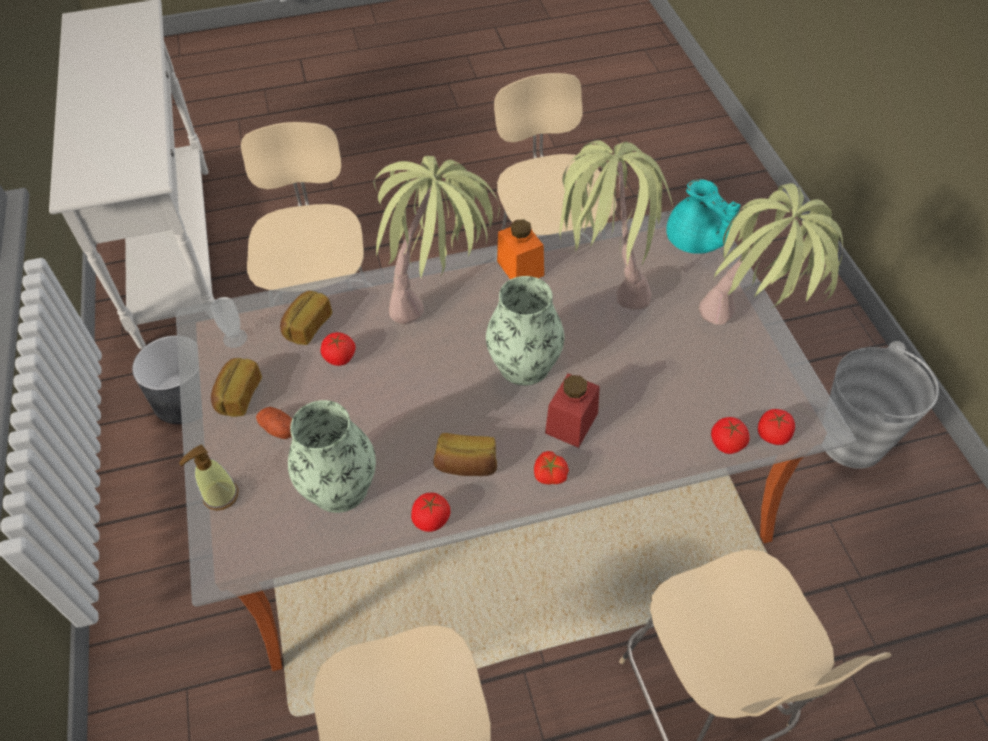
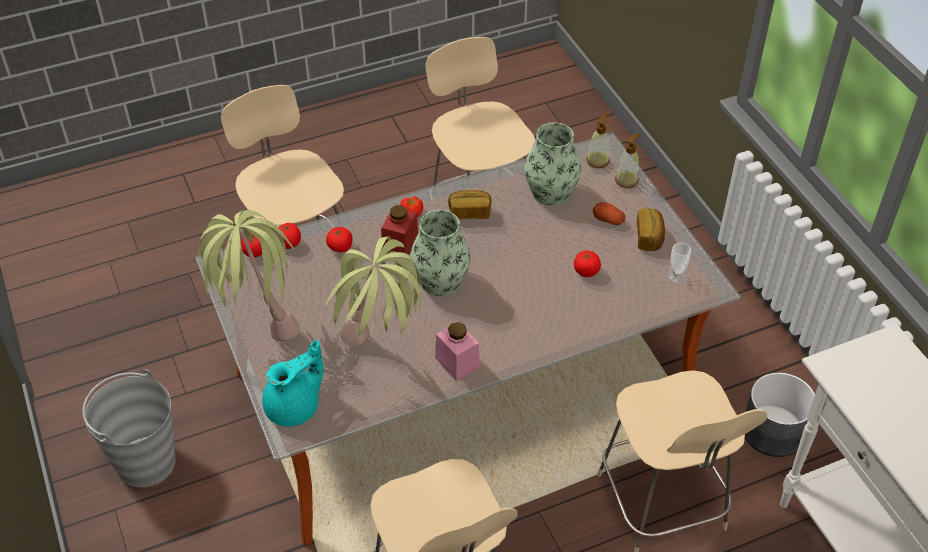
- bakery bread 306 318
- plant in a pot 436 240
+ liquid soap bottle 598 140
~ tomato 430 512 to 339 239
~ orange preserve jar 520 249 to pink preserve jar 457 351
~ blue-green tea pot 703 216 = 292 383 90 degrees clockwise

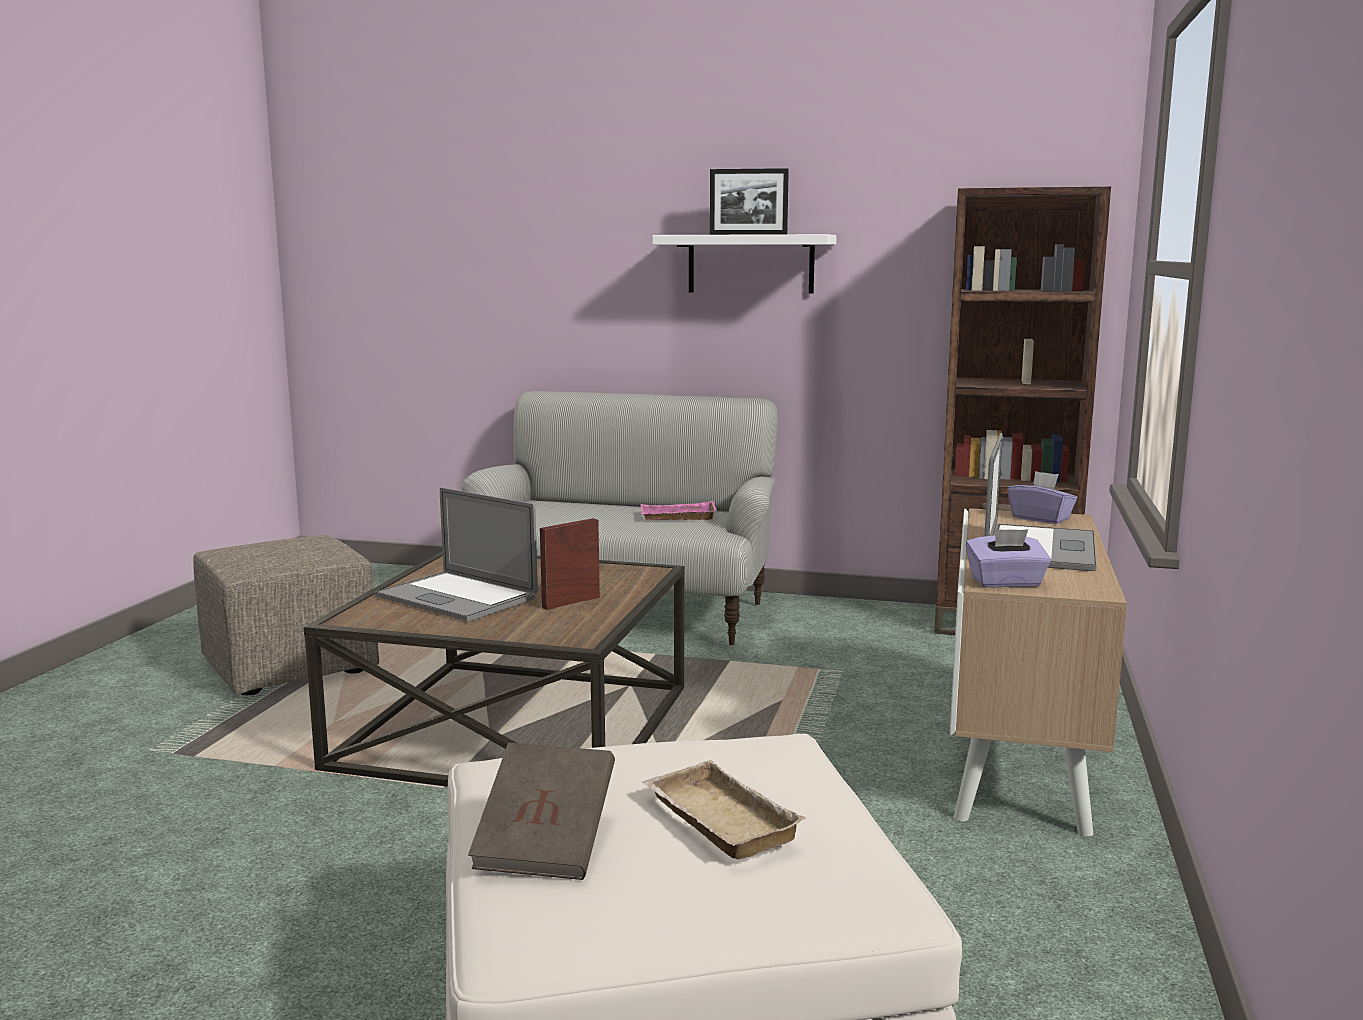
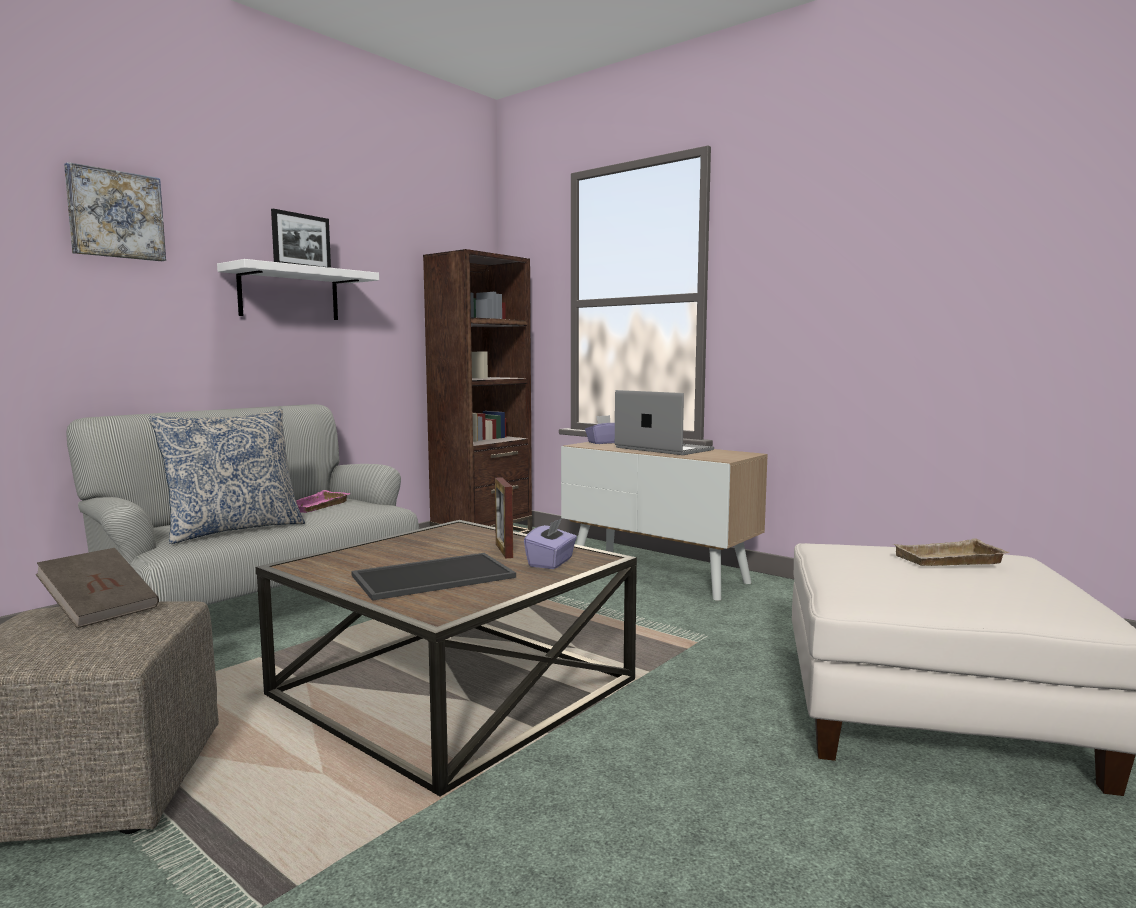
+ picture 115 211
+ pillow 227 476
~ brown bound book 541 811 to 97 588
~ purple-coloured box of tissues 1008 558 to 550 543
~ notebook computer 456 554 to tray 433 577

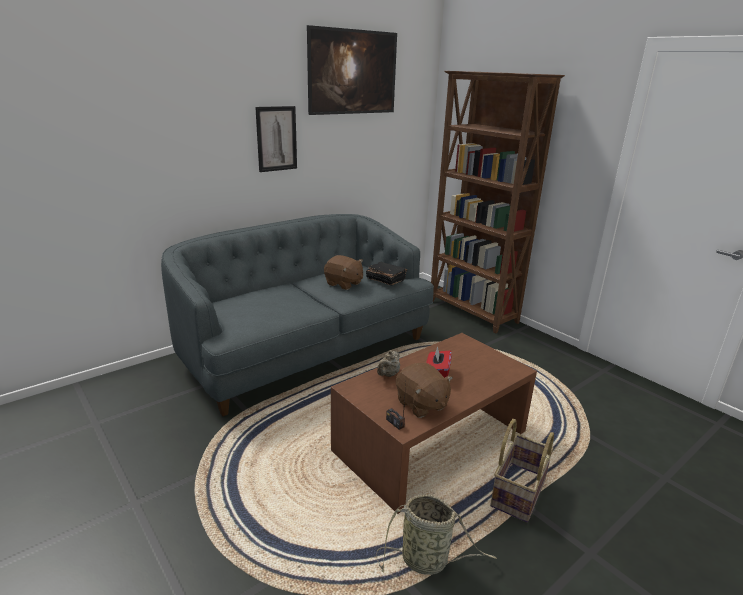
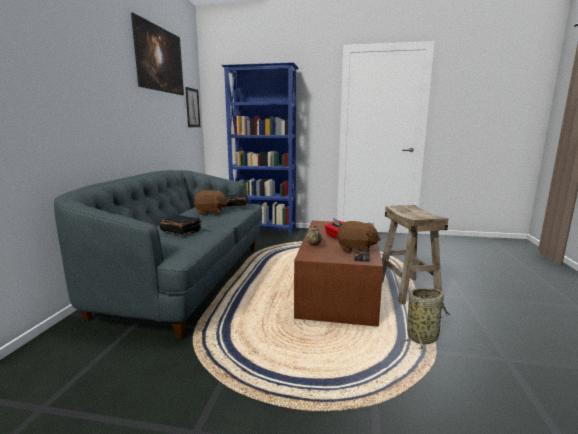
+ black-coloured bound book 180 225
~ picture 276 139 to 192 107
~ basket 522 471 to sand-coloured stool seat 415 254
~ brown bookcase 498 202 to bluish bookcase 260 148

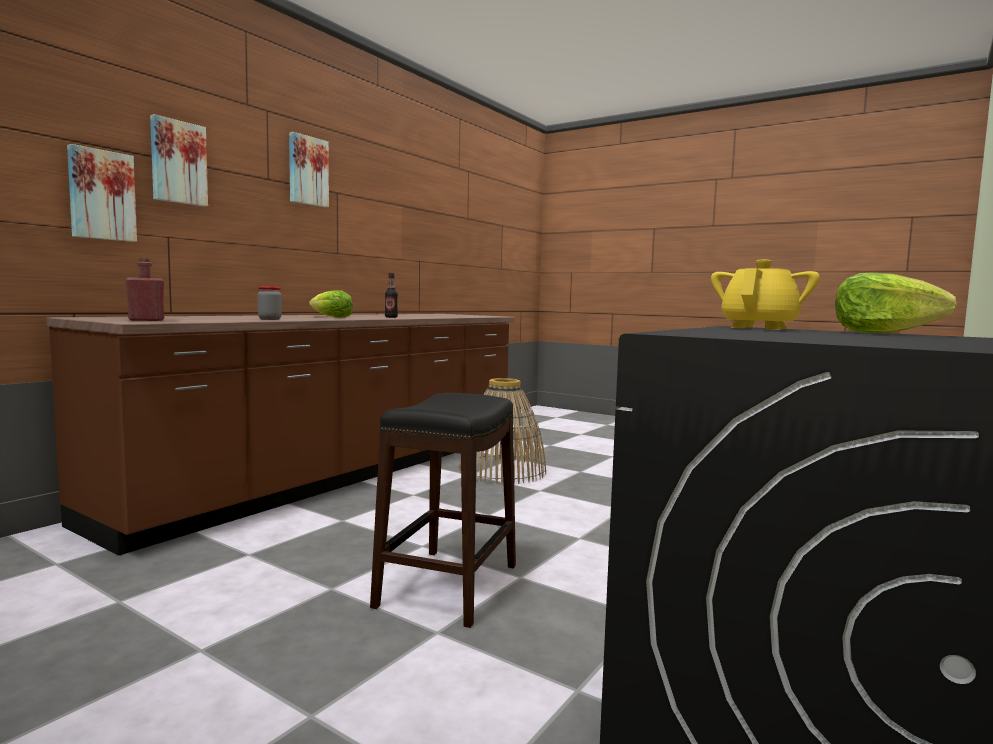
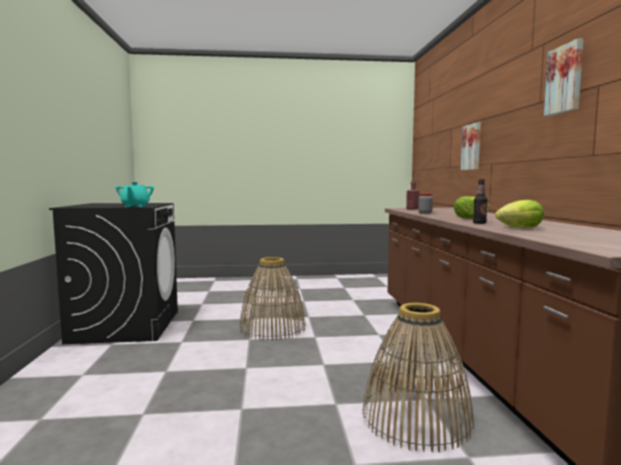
- picture 179 160
~ lettuce head 896 303 to 519 214
~ black-coloured stool seat 443 510 to basket 272 299
~ yellow tea pot 765 295 to blue-green tea pot 135 194

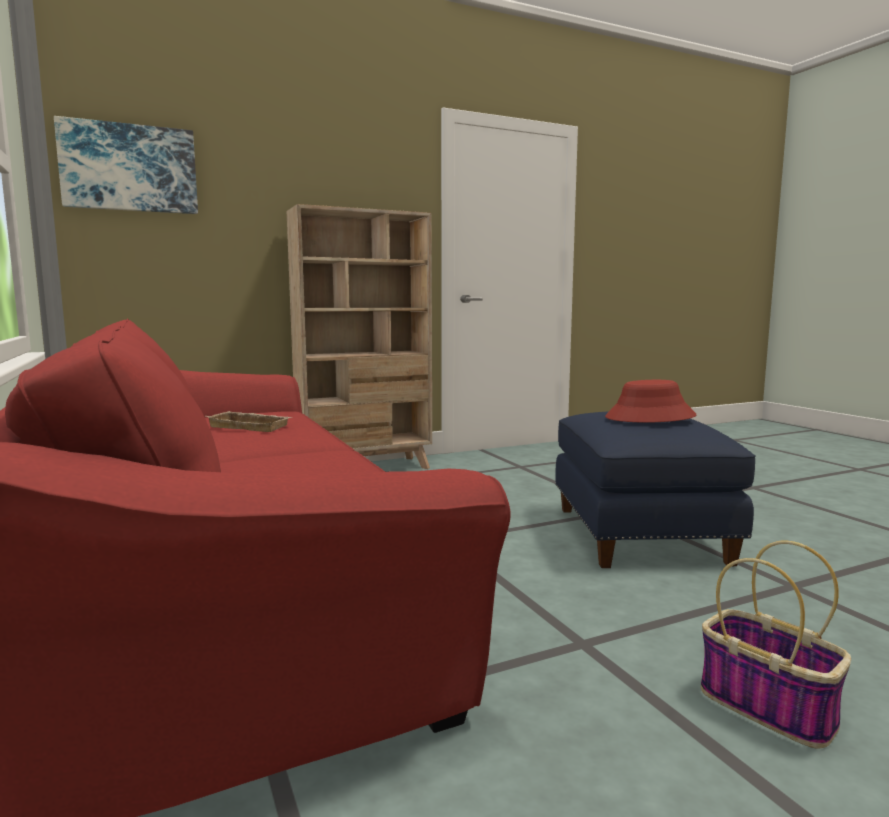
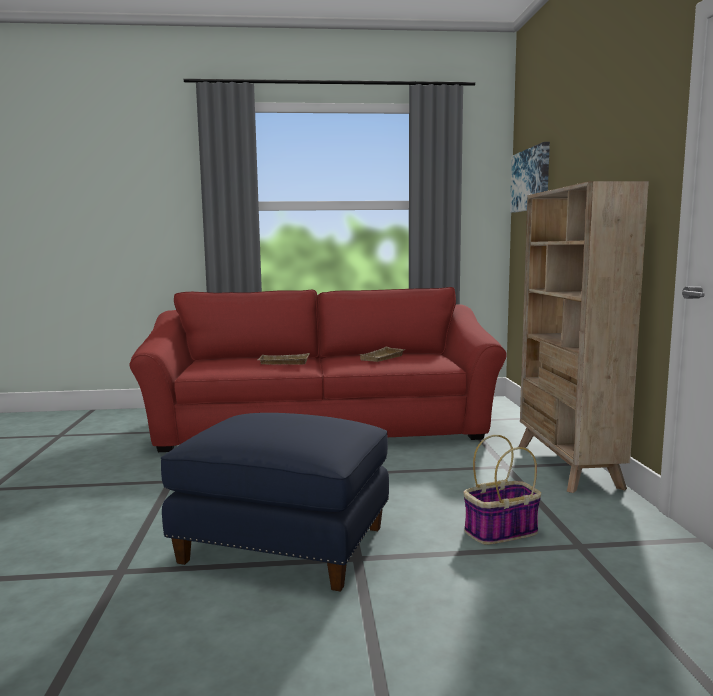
- reddish clothing hat 650 401
+ sand-coloured tray 284 359
~ basket 776 645 to 502 490

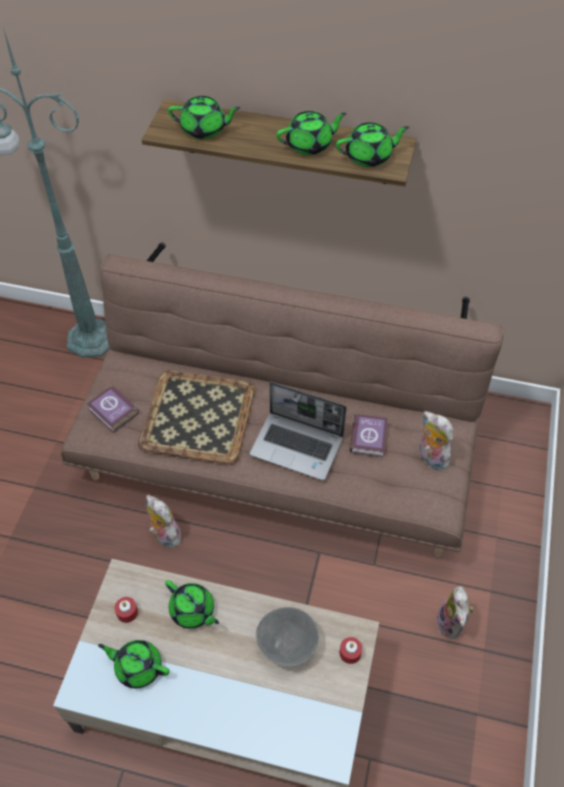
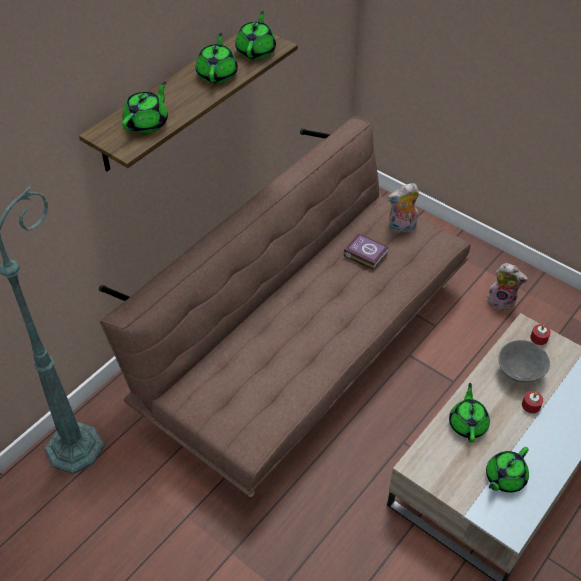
- bound book 113 409
- tray 197 417
- cuddly toy 163 521
- notebook computer 298 431
~ reddish wax light 126 610 to 532 402
~ green tea pot 192 604 = 469 413 60 degrees counterclockwise

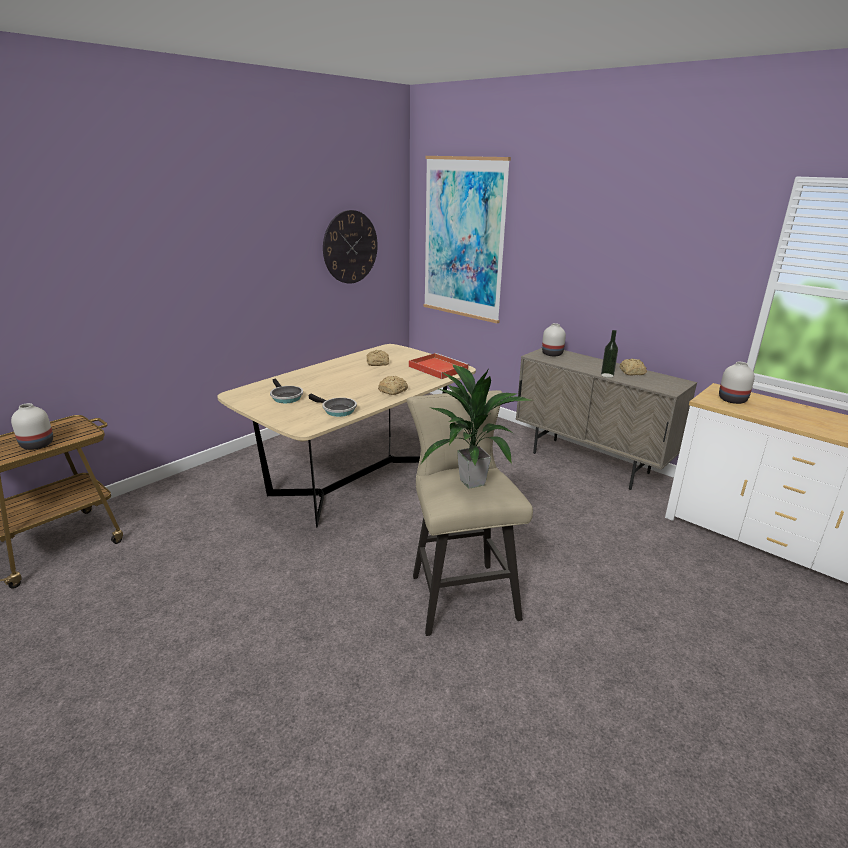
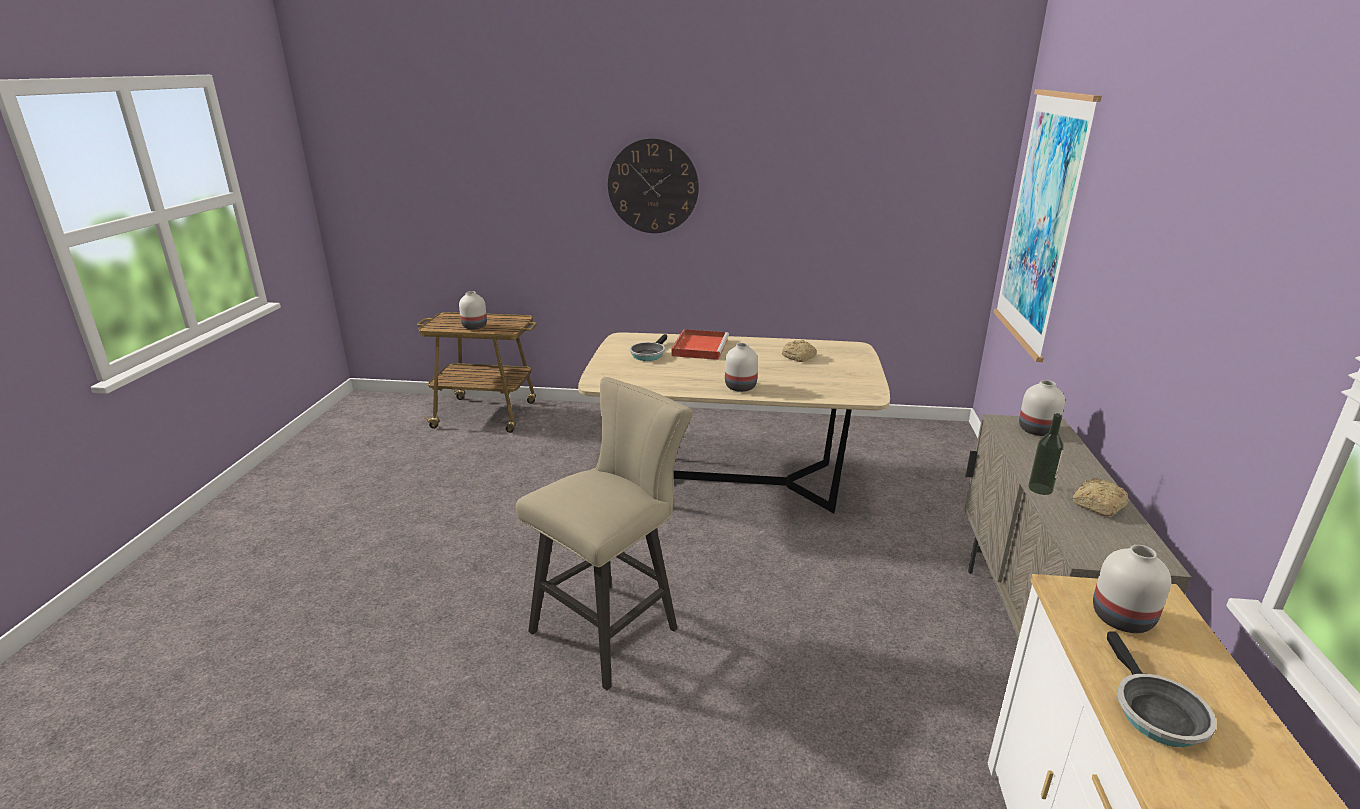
- plant in a pot 475 426
~ pan 332 405 to 1162 689
~ wall clock 350 247 to 653 185
~ reddish tray 439 366 to 700 344
~ bakery bread 393 385 to whitish vase 741 367

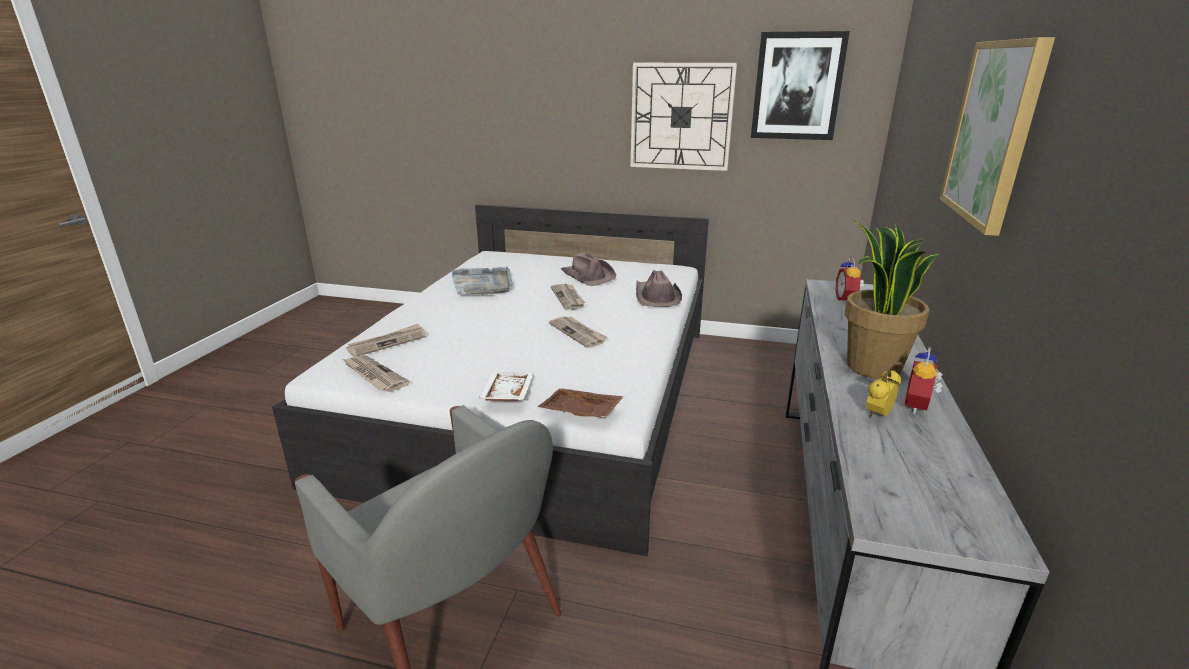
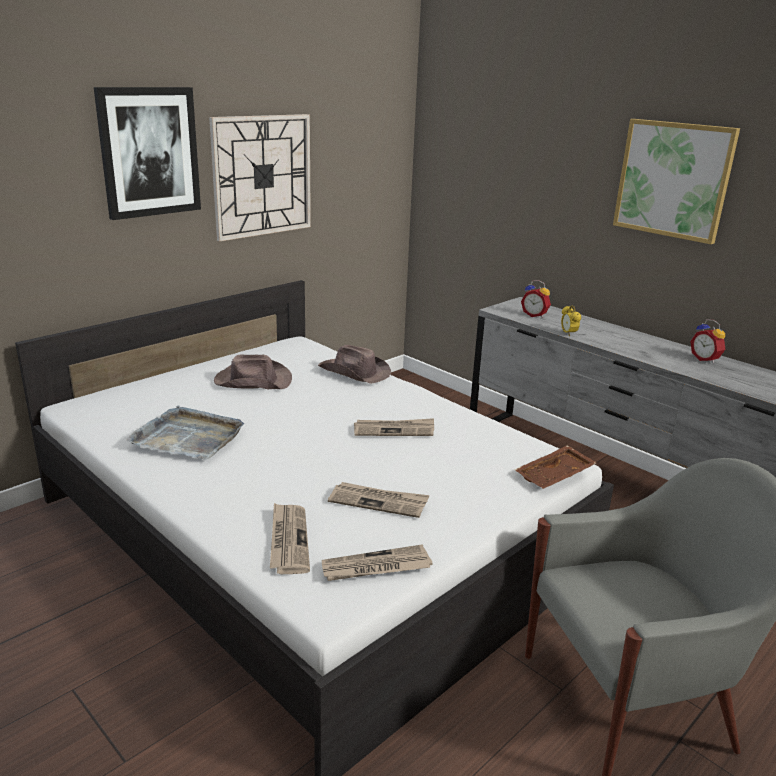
- whitish tray 506 386
- plant in a pot 892 299
~ printed paper 568 297 to 378 500
~ picture 800 85 to 147 153
~ alarm clock 883 394 to 571 320

